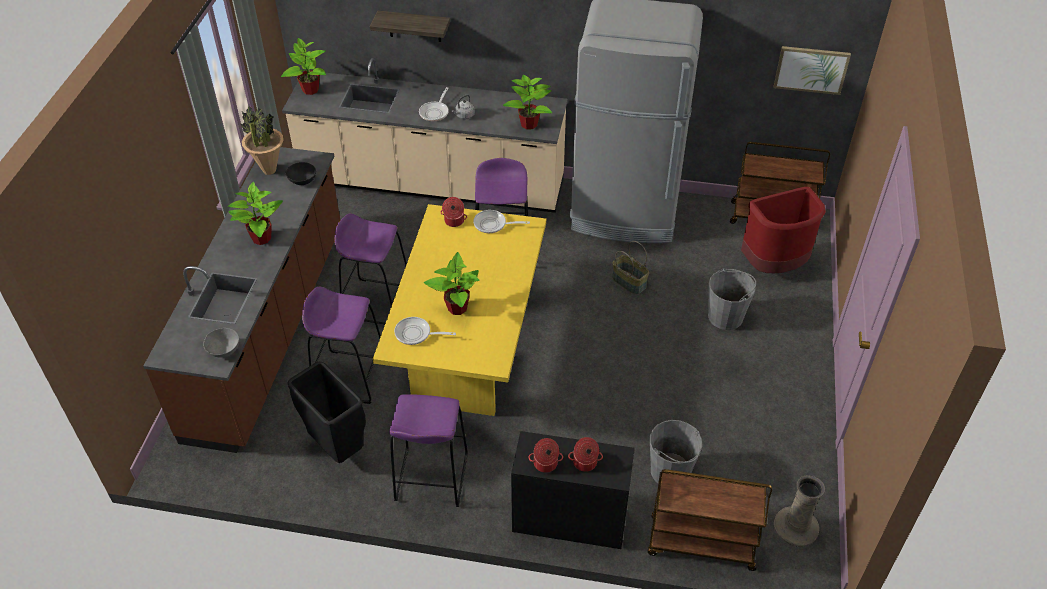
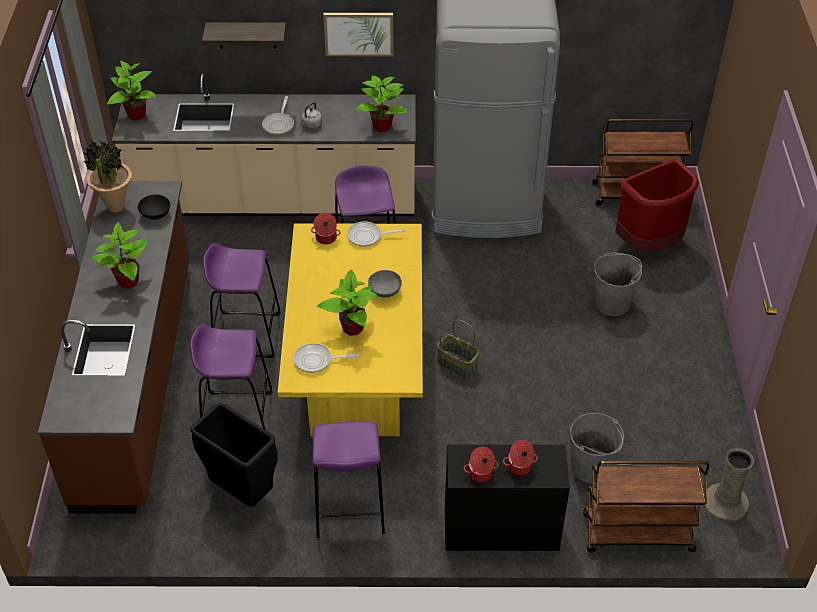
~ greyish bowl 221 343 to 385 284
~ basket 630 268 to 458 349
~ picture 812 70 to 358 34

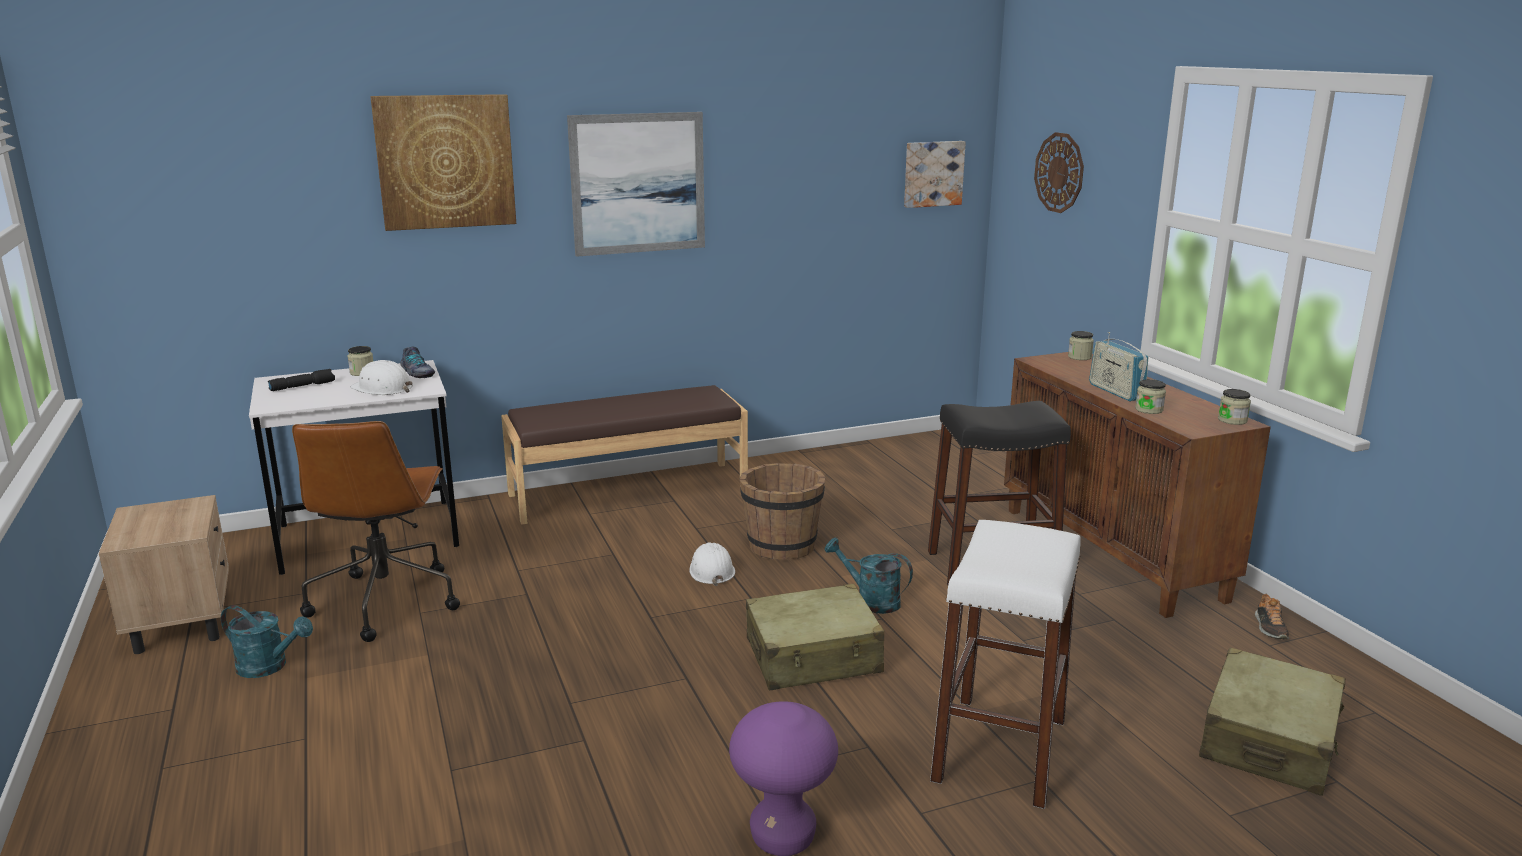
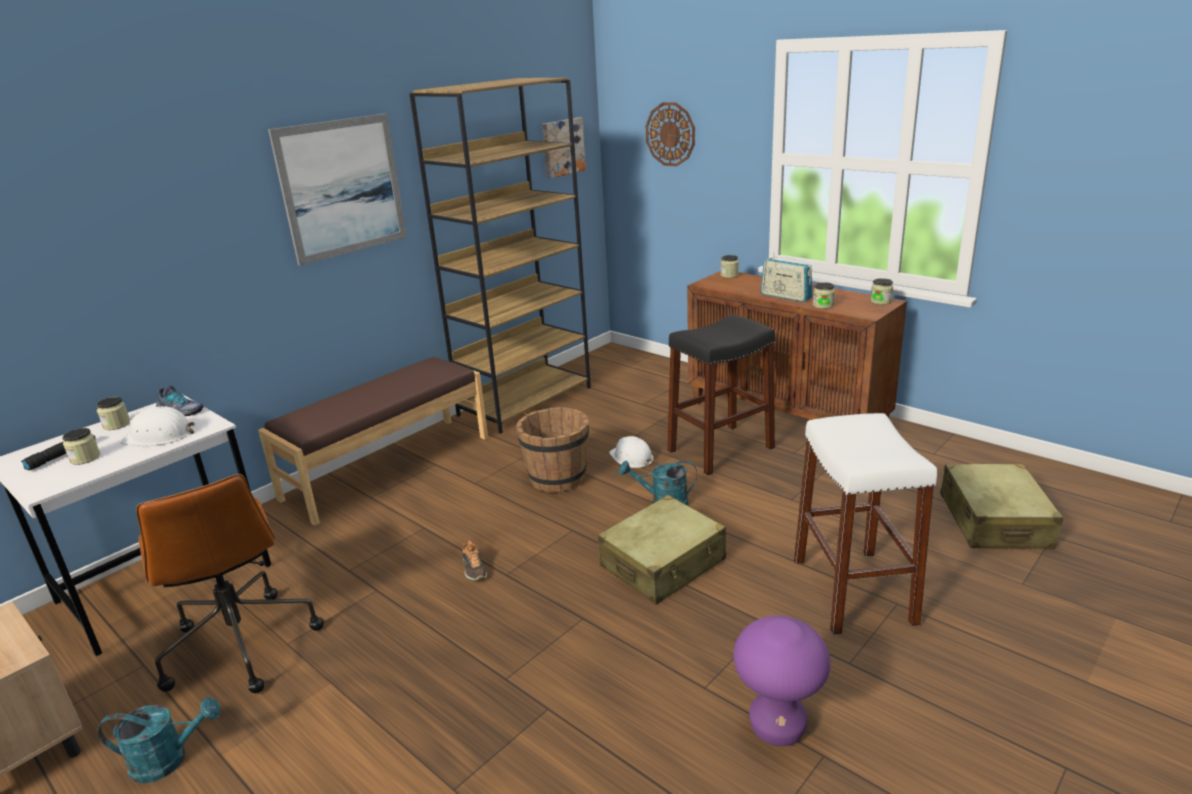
- picture 443 162
+ preserve jar 81 446
+ brown bookcase 500 256
~ whitish work helmet 712 564 to 631 452
~ item of footwear 1272 616 to 474 559

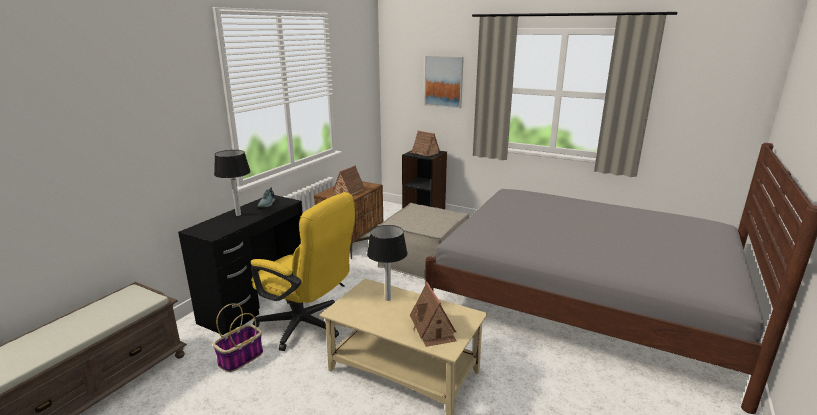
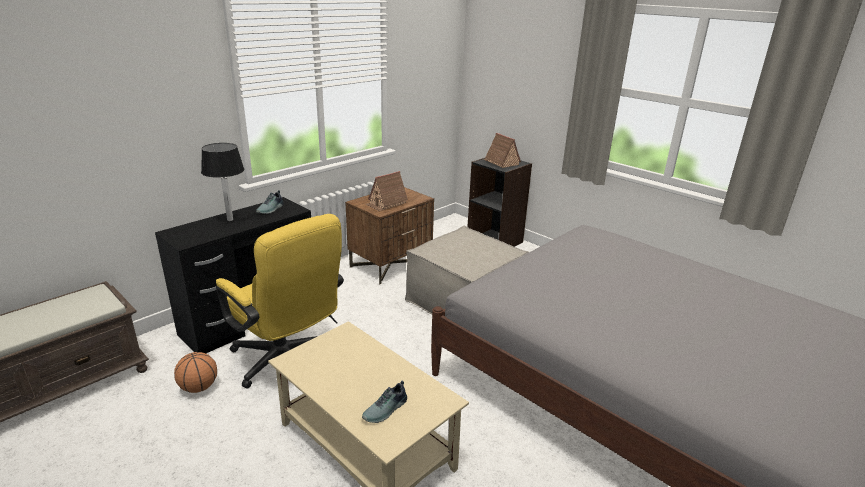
- tabletop lamp 387 263
- picture 444 82
~ basket 238 337 to basketball ball 195 372
~ model house 433 314 to item of footwear 384 402

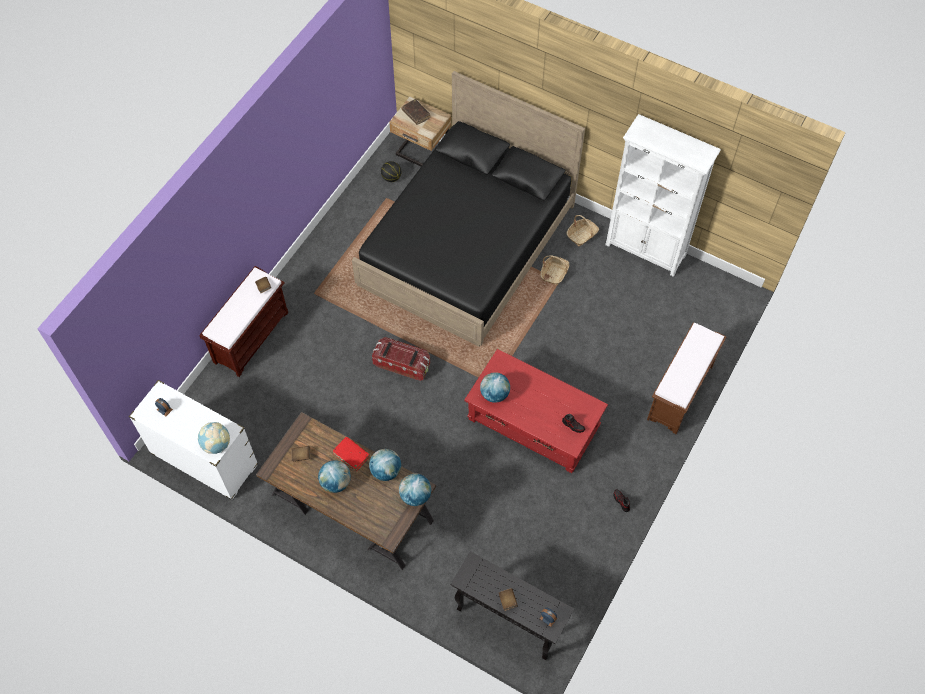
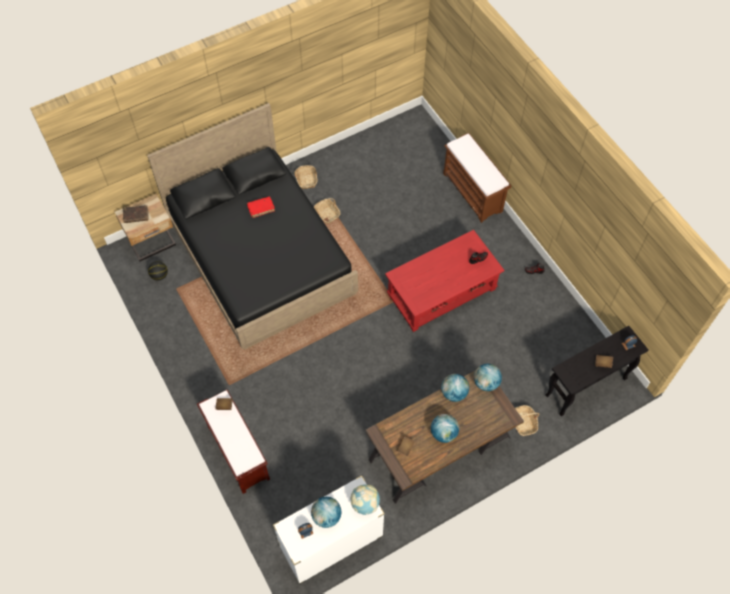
- storage container 401 359
- whitish bookcase 663 195
+ basket 527 420
~ reddish bound book 351 453 to 261 207
~ desk globe 495 387 to 326 512

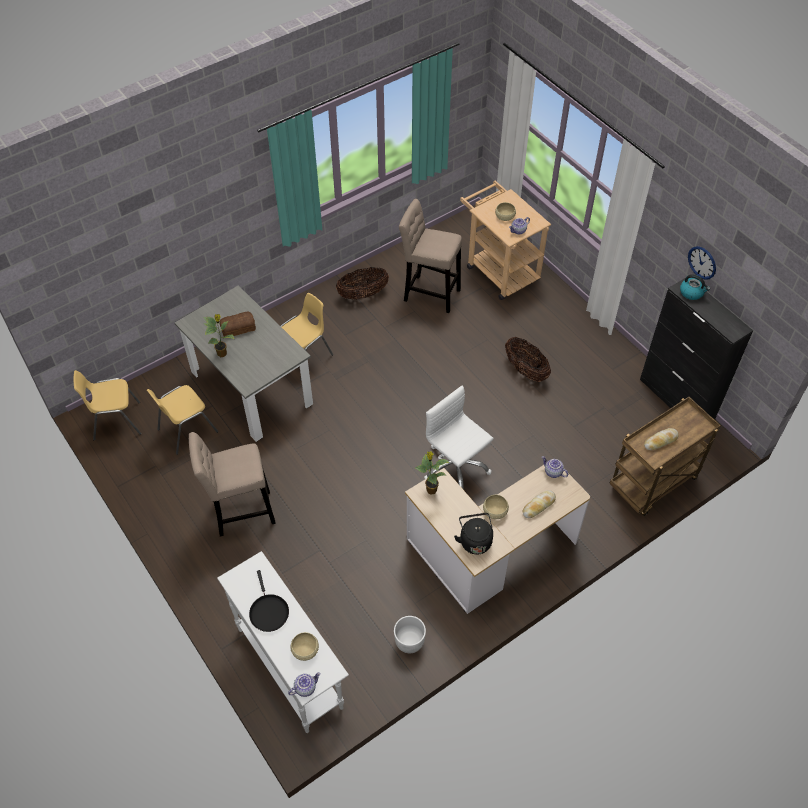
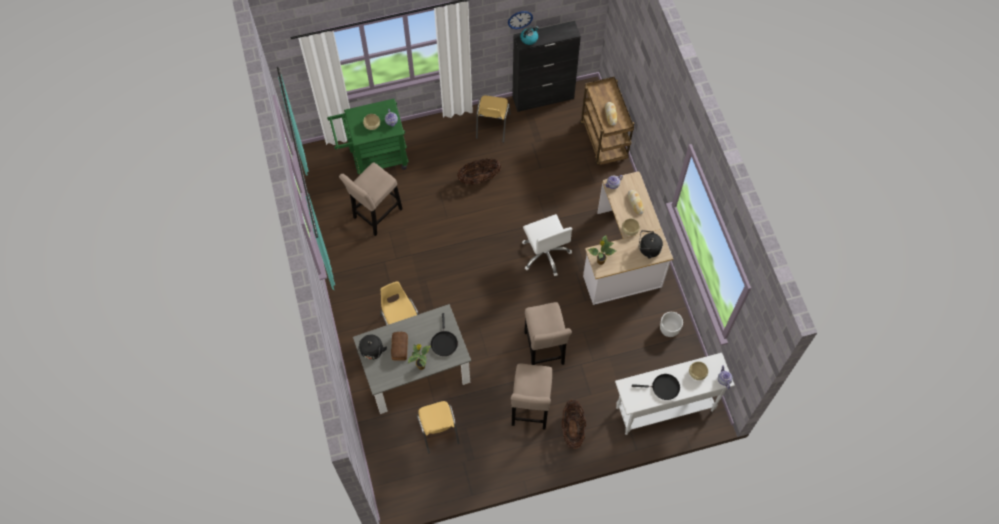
+ black-coloured kettle 372 347
+ black-coloured pan 444 334
+ sand-coloured stool seat 548 333
~ yellow plain chair 108 405 to 493 119
~ basket 362 283 to 573 424
~ sand-coloured cart 505 240 to green cart 368 136
~ whitish computer chair 458 437 = 547 245 90 degrees counterclockwise

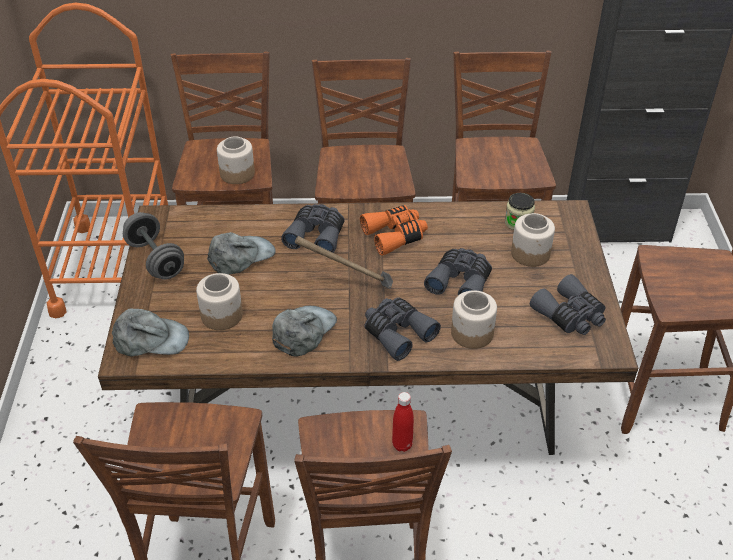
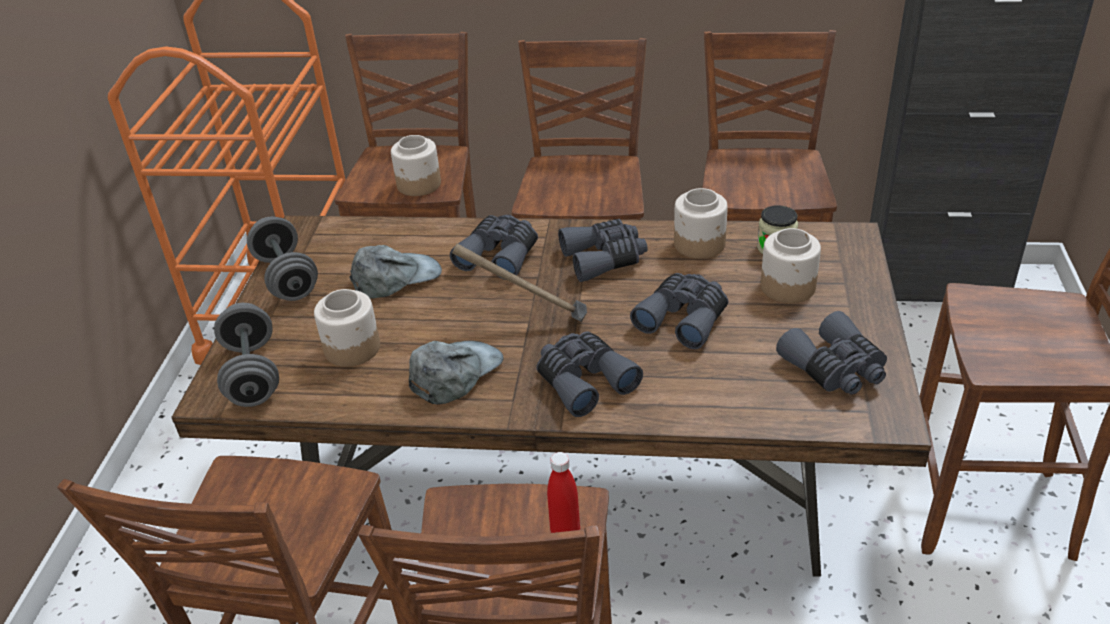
~ preserve jar 474 319 to 701 223
~ greyish peaked cap 150 332 to greyish free weight 246 355
~ orange pair of binoculars 394 230 to greyish pair of binoculars 603 250

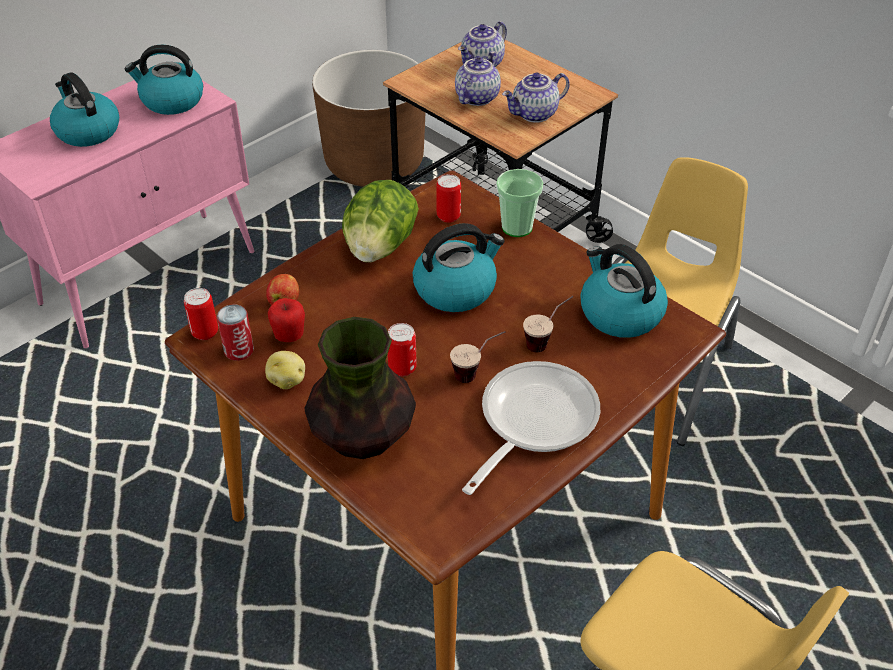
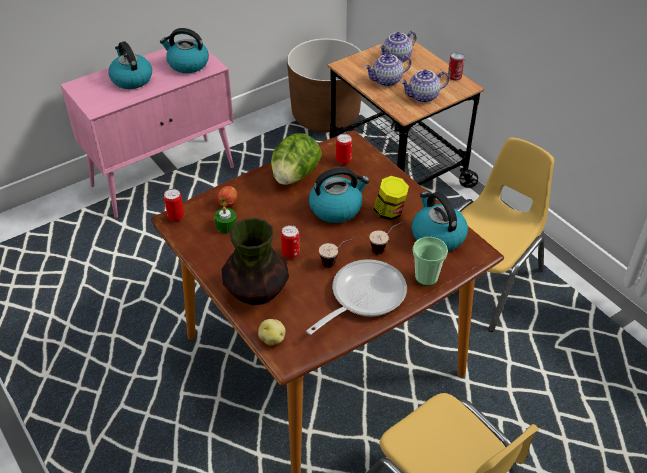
+ preserve jar 391 198
~ metal can 235 332 to 456 67
~ potato 285 370 to 271 332
~ cup 519 203 to 430 261
~ whole apple 286 320 to green wax light 225 219
~ tea pot 478 78 = 387 70 150 degrees counterclockwise

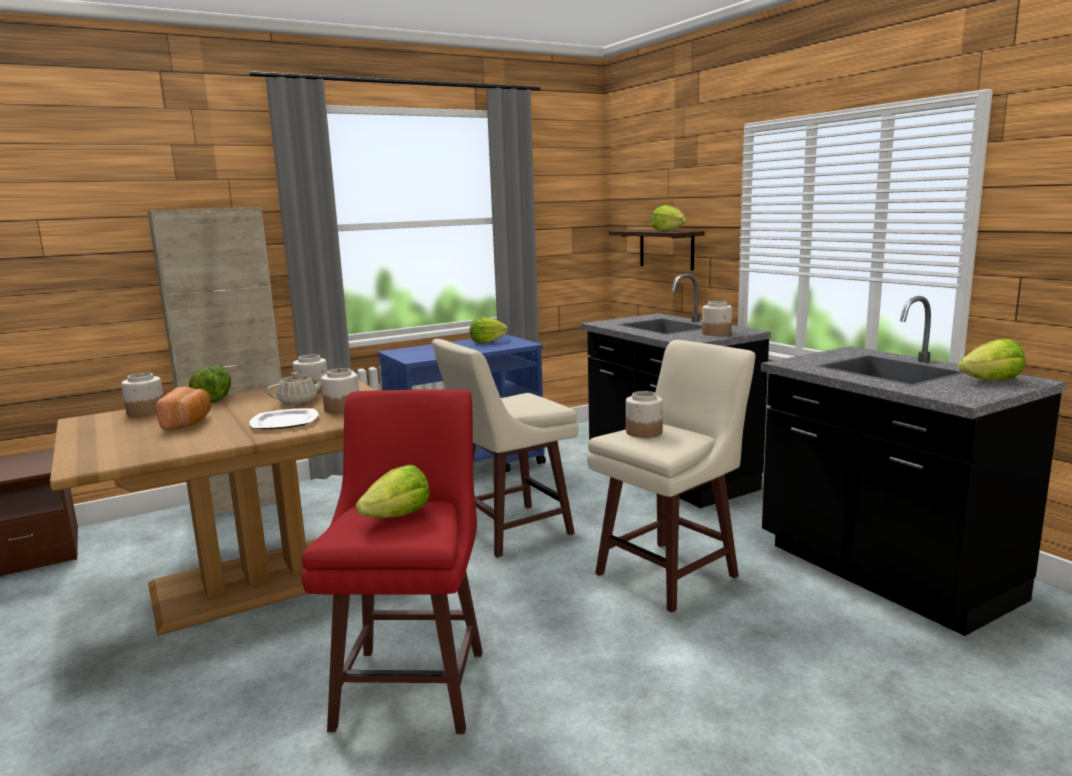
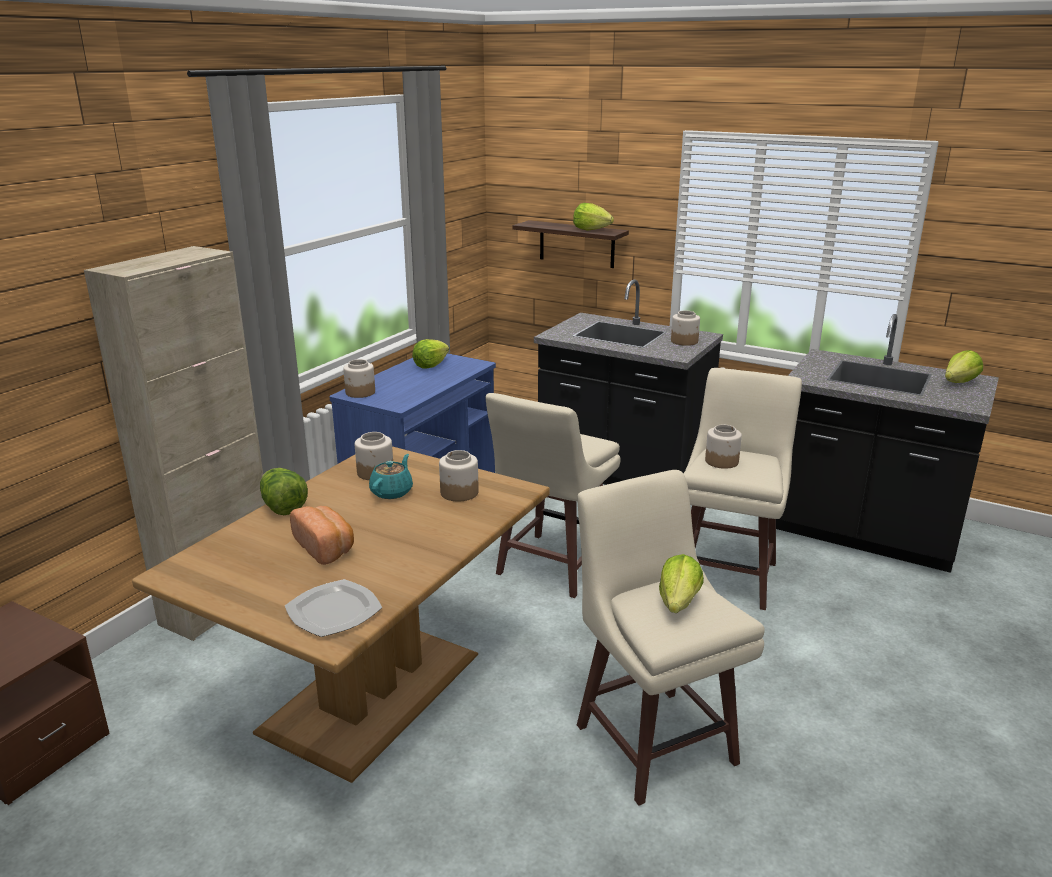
~ preserve jar 142 395 to 359 378
~ dinner plate 284 418 to 333 608
~ sand-coloured tea pot 297 388 to blue-green tea pot 391 476
~ reddish stool seat 392 561 to sand-coloured stool seat 671 638

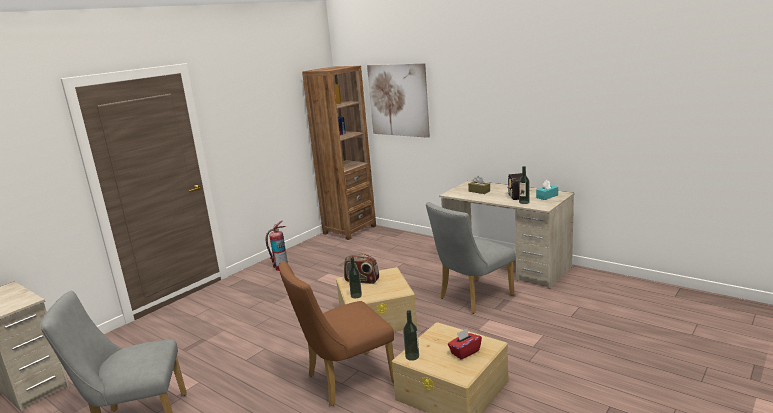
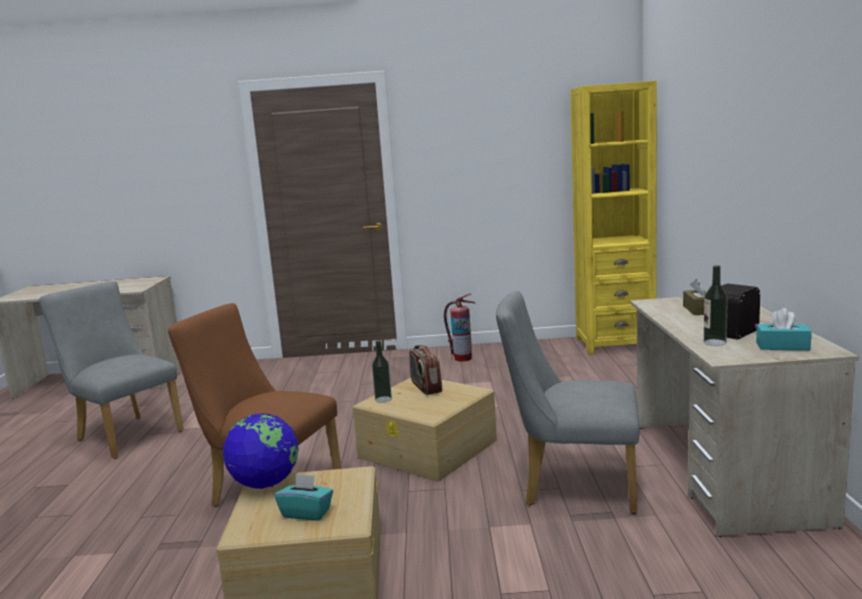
- picture 398 100
~ drink bottle 411 335 to desk globe 260 451
~ brown bookcase 339 153 to yellow bookcase 613 218
~ reddish box of tissues 465 344 to blue-green box of tissues 304 497

